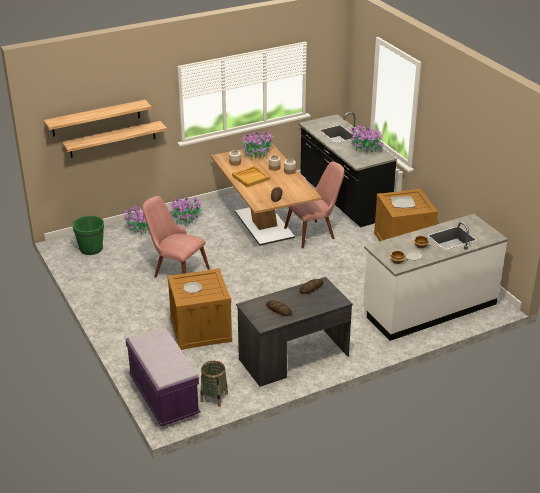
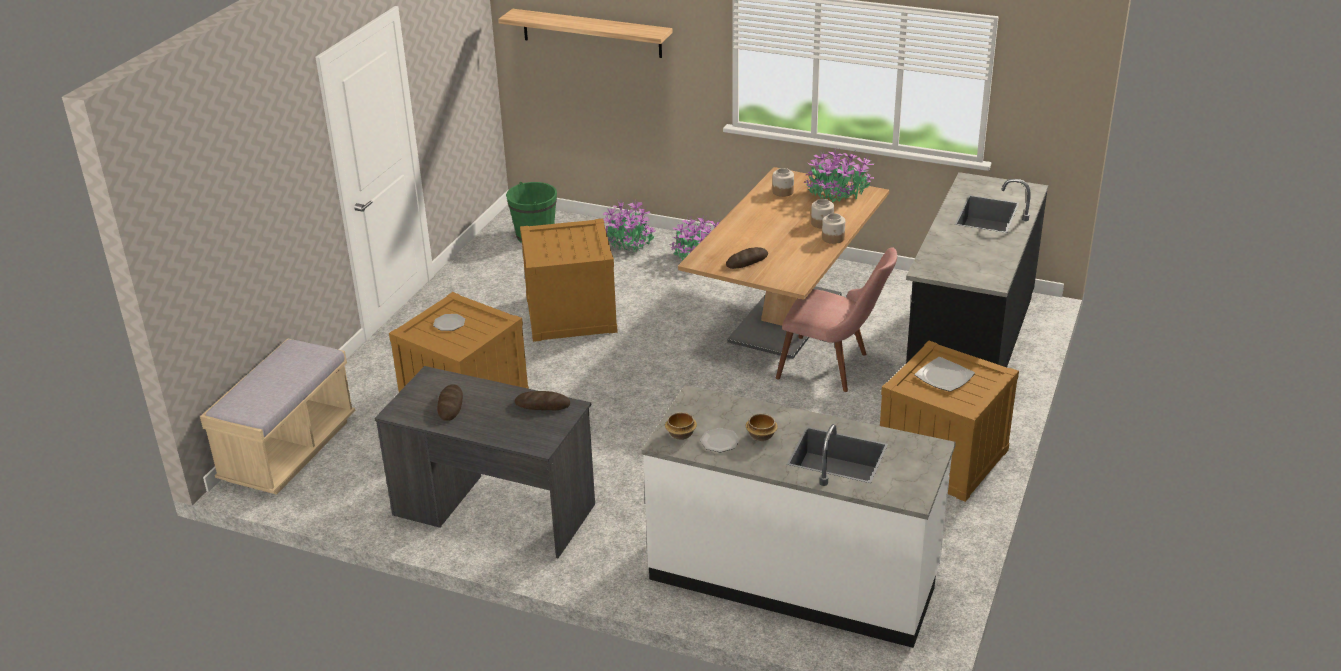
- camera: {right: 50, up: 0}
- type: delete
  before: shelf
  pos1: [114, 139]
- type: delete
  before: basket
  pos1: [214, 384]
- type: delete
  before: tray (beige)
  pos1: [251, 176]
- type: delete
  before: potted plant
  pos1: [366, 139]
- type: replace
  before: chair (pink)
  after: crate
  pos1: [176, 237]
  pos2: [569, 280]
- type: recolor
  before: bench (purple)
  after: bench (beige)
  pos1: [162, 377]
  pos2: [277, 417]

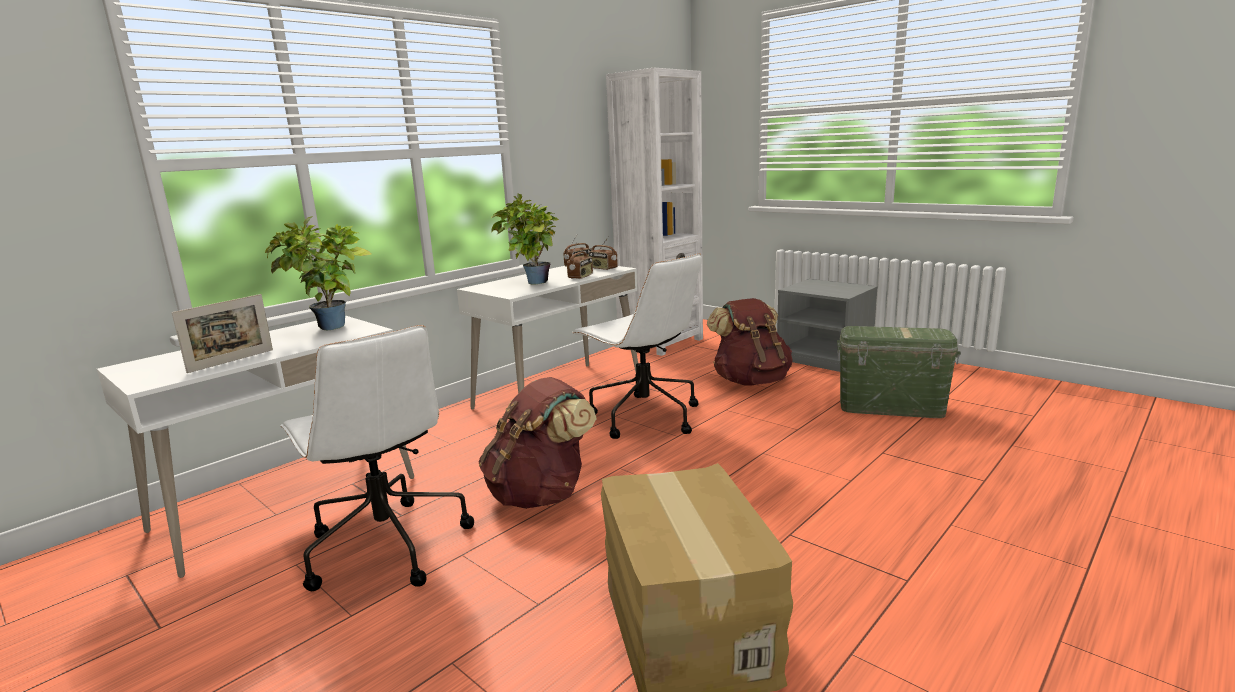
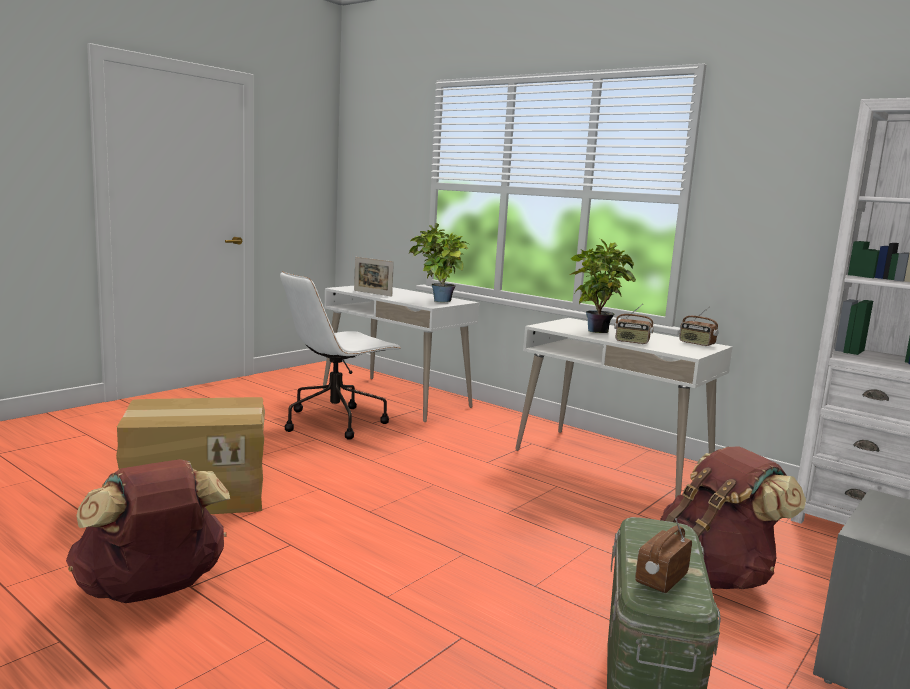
- camera: {right: 85, up: -5}
- type: delete
  before: office chair (white)
  pos1: [637, 346]
- type: move
  before: backpack (brown)
  pos1: [538, 443]
  pos2: [148, 531]
- type: move
  before: radio
  pos1: [603, 253]
  pos2: [663, 555]

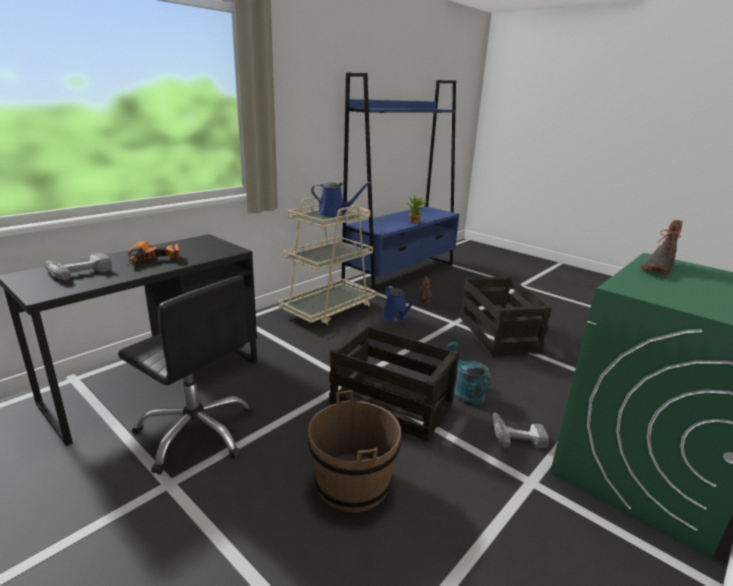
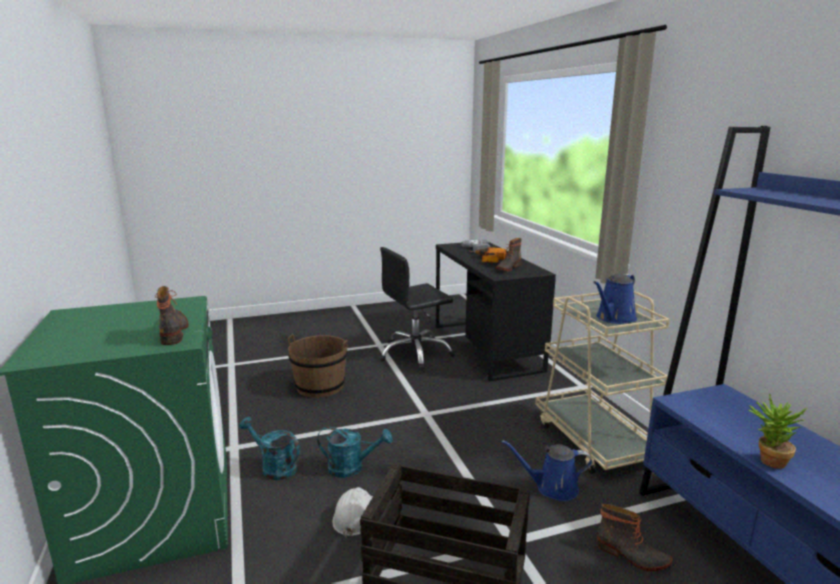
- camera: {right: 120, up: -5}
- type: delete
  before: crate
  pos1: [394, 383]
- type: insert
  after: hard hat (white)
  pos2: [352, 512]
- type: insert
  after: boot
  pos2: [508, 254]
- type: replace
  before: power drill
  after: watering can (turquoise)
  pos1: [521, 430]
  pos2: [269, 448]

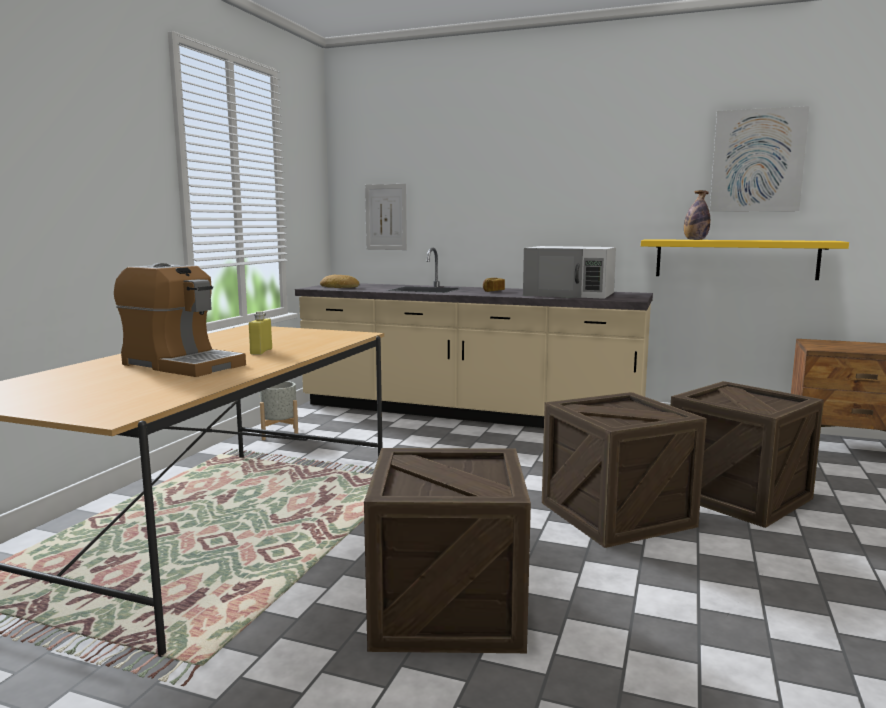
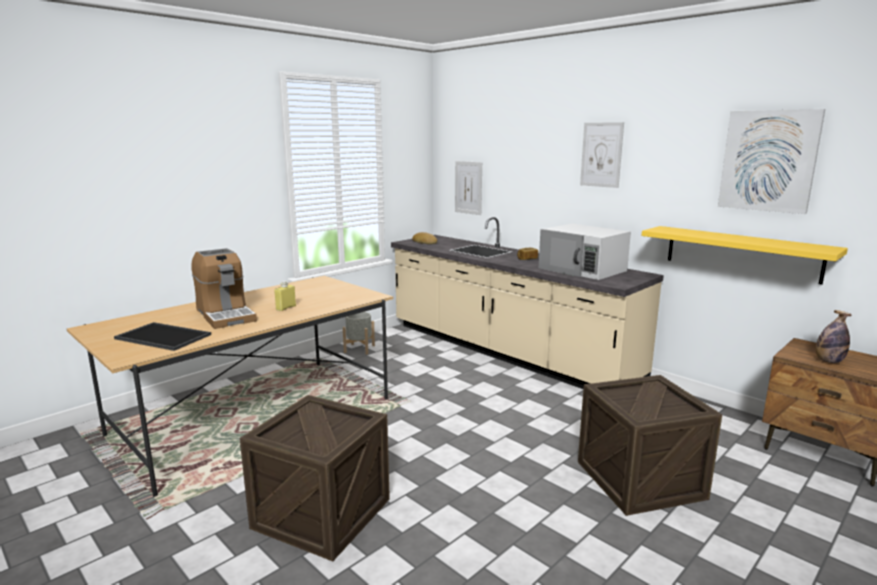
- camera: {right: 25, up: 5}
- type: delete
  before: crate
  pos1: [624, 470]
- type: insert
  after: tray
  pos2: [162, 336]
- type: insert
  after: picture
  pos2: [602, 155]
- type: move
  before: bottle
  pos1: [697, 215]
  pos2: [834, 336]

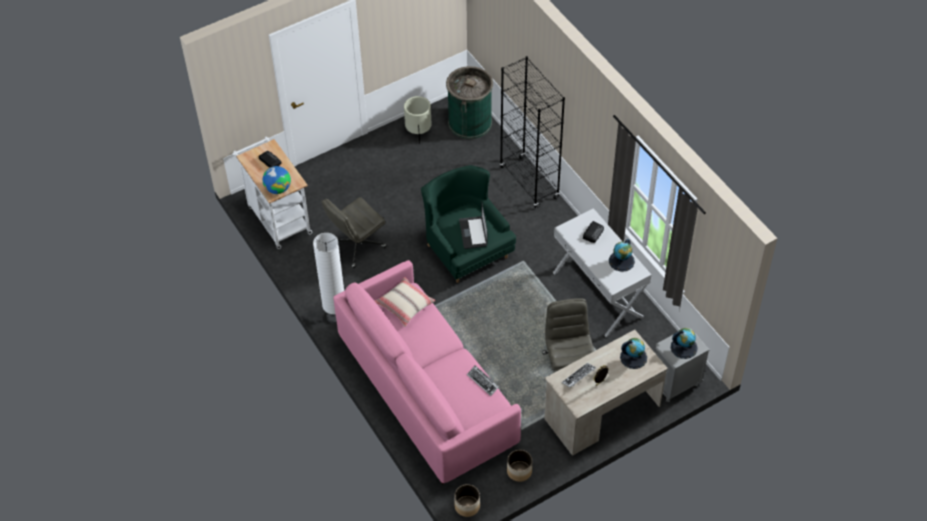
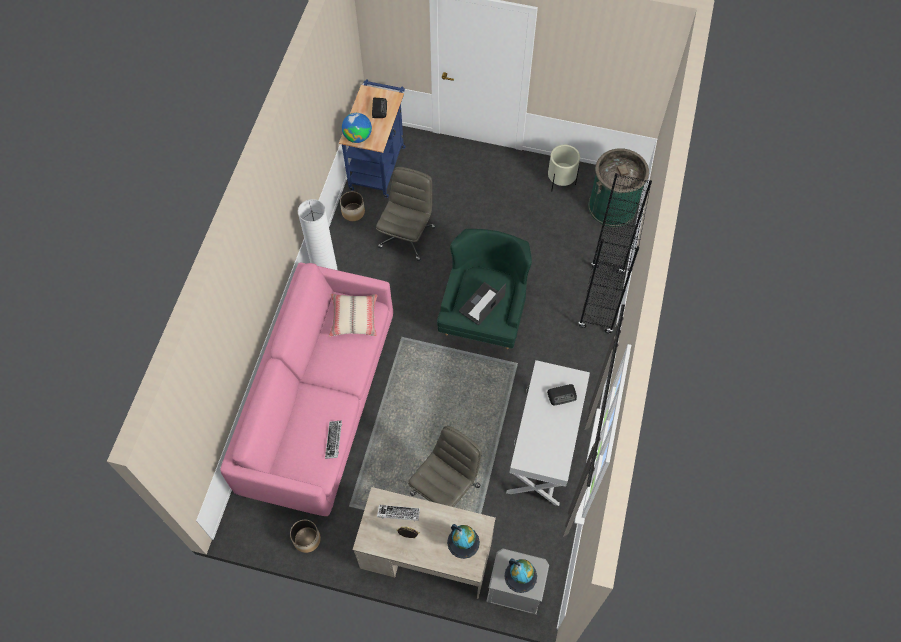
- camera: {right: 45, up: 10}
- type: delete
  before: globe
  pos1: [622, 255]
- type: move
  before: planter
  pos1: [467, 500]
  pos2: [352, 206]
- type: recolor
  before: cart (white)
  after: cart (blue)
  pos1: [272, 192]
  pos2: [372, 138]
- type: rotate
  before: office chair (grey)
  pos1: [353, 232]
  pos2: [406, 214]
  turn: 105

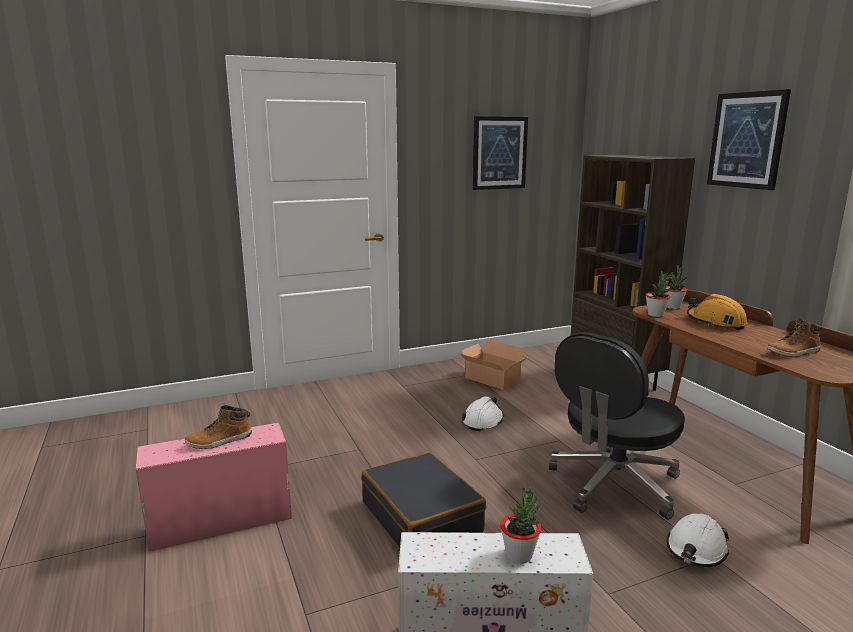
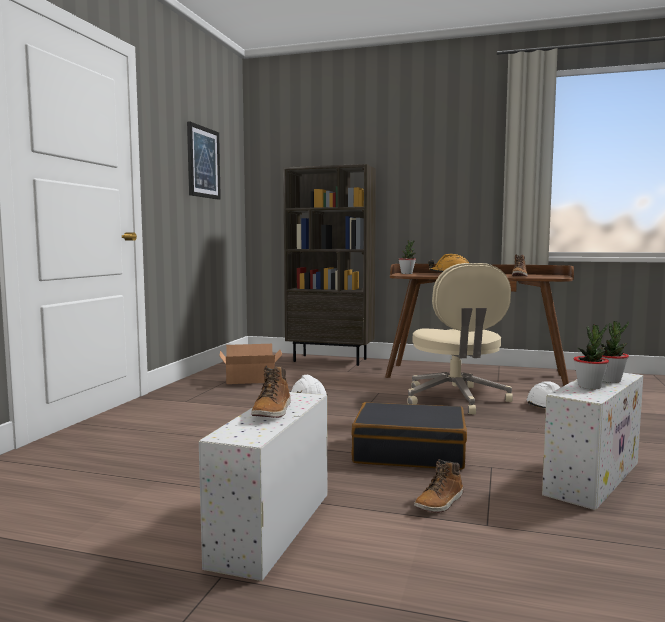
- camera: {right: -50, up: -10}
- type: delete
  before: picture
  pos1: [749, 139]
- type: insert
  after: boot
  pos2: [438, 486]
- type: move
  before: potted plant
  pos1: [659, 294]
  pos2: [591, 356]
- type: recolor
  before: storage box (pink)
  after: storage box (white)
  pos1: [214, 487]
  pos2: [263, 486]
- type: recolor
  before: office chair (black)
  after: office chair (beige)
  pos1: [617, 426]
  pos2: [460, 338]

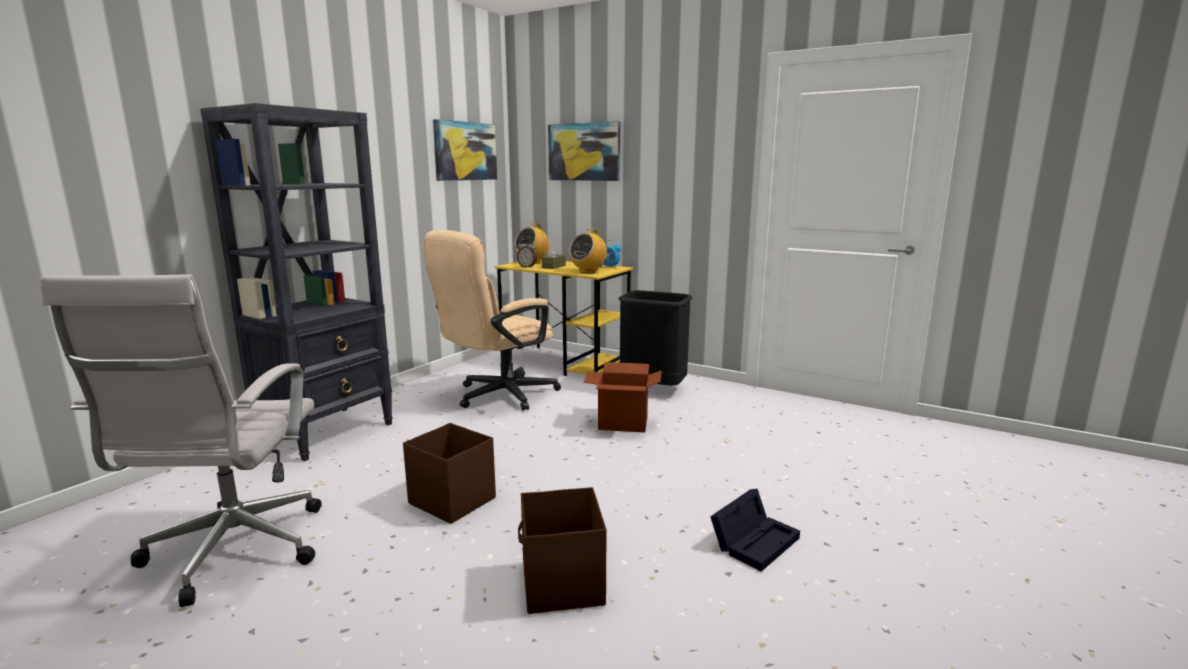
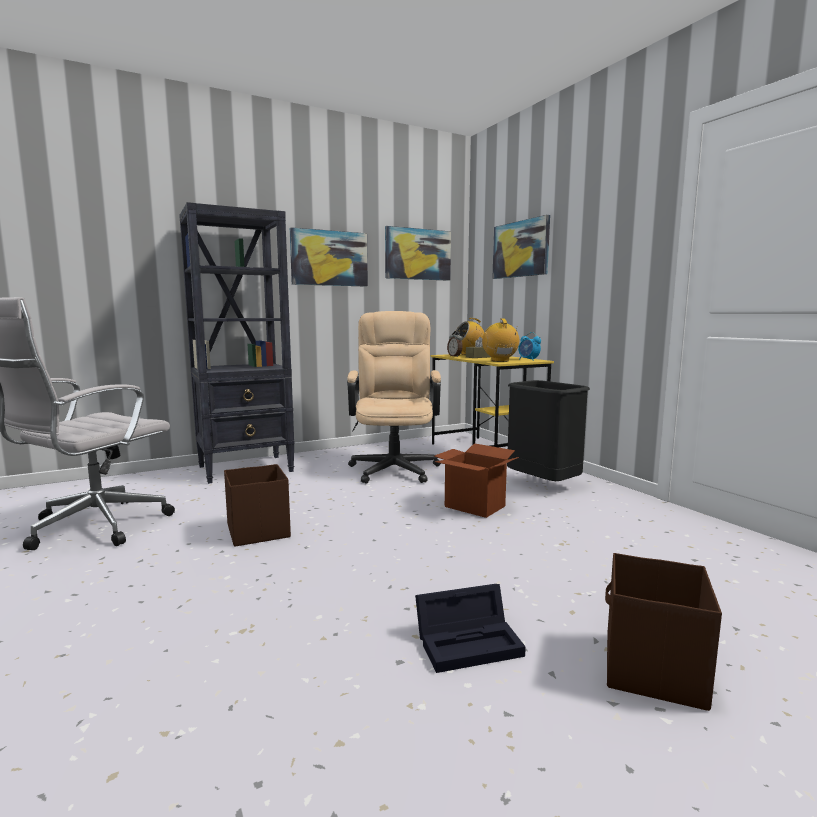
- camera: {right: 30, up: -5}
- type: insert
  after: picture
  pos2: [329, 257]
- type: move
  before: storage box (brown)
  pos1: [562, 550]
  pos2: [663, 632]
- type: rotate
  before: office chair (beige)
  pos1: [492, 320]
  pos2: [394, 397]
  turn: 105
- type: rotate
  before: radio
  pos1: [588, 250]
  pos2: [500, 340]
  turn: 105

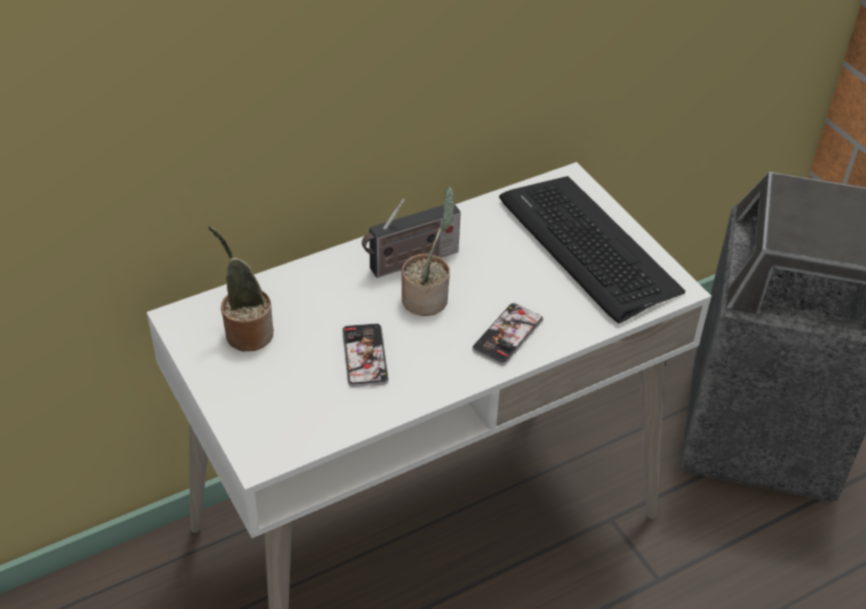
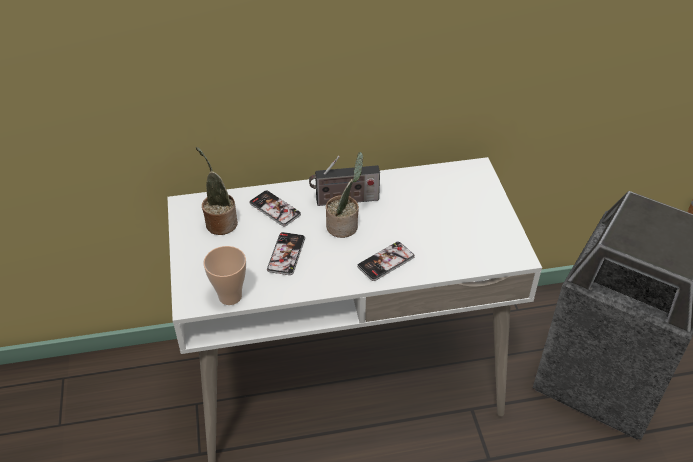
- camera: {right: 20, up: 0}
- type: delete
  before: keyboard
  pos1: [592, 250]
- type: insert
  after: cup
  pos2: [224, 275]
- type: insert
  after: phone
  pos2: [275, 208]

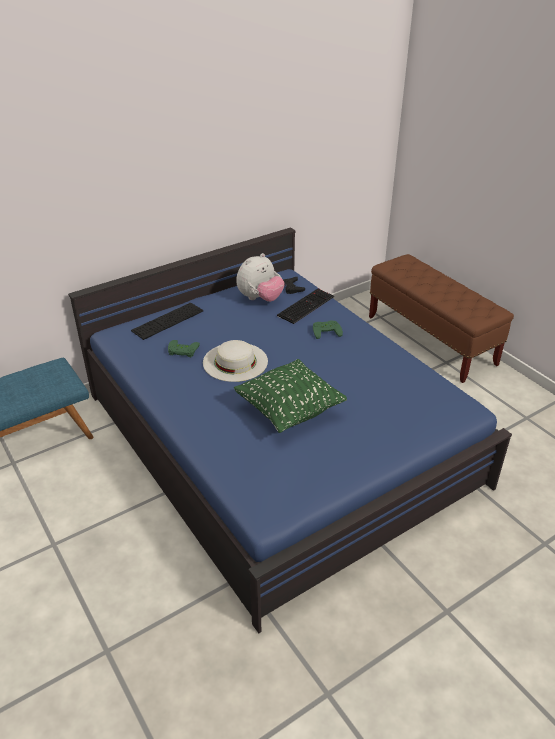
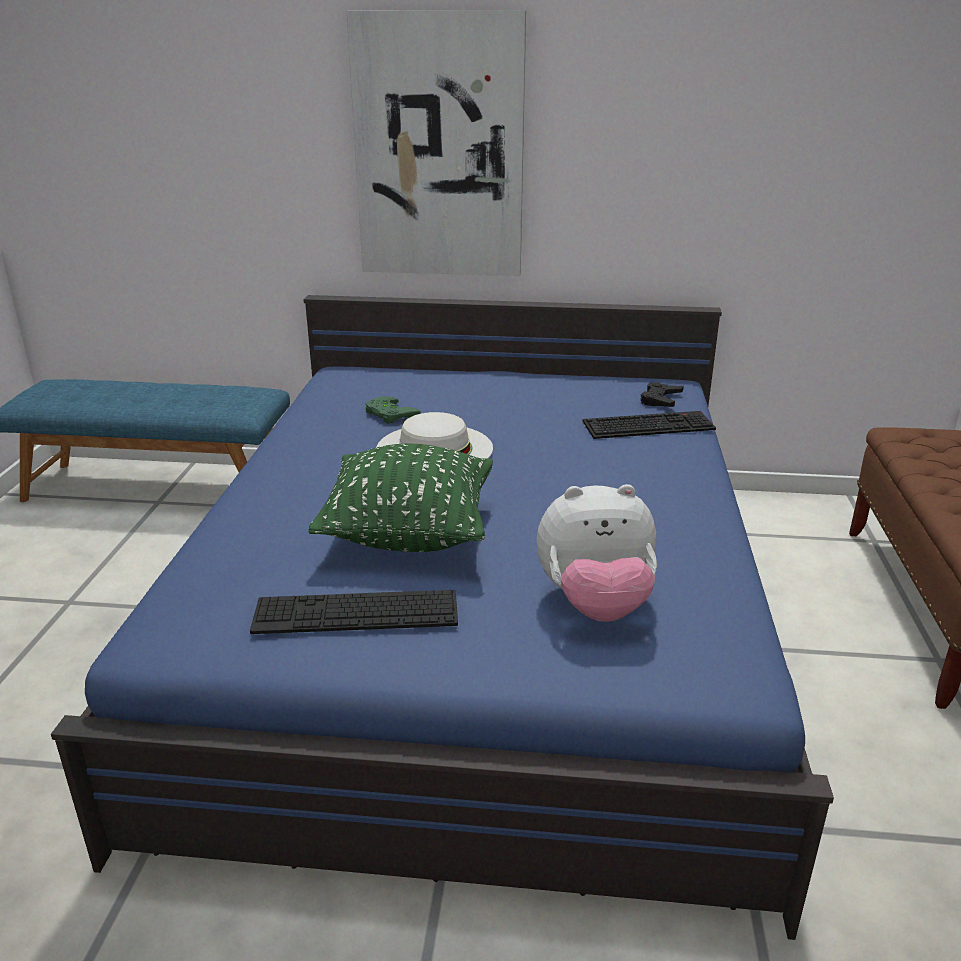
- camera: {right: 40, up: -10}
- type: delete
  before: game controller (green)
  pos1: [328, 330]
- type: insert
  after: picture
  pos2: [436, 143]
- type: move
  before: keyboard
  pos1: [167, 321]
  pos2: [354, 612]
- type: move
  before: plush toy
  pos1: [260, 277]
  pos2: [597, 553]

